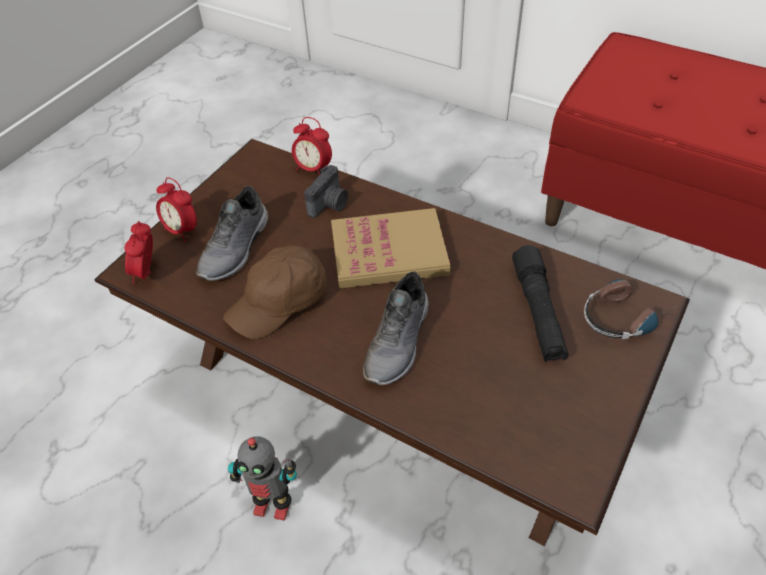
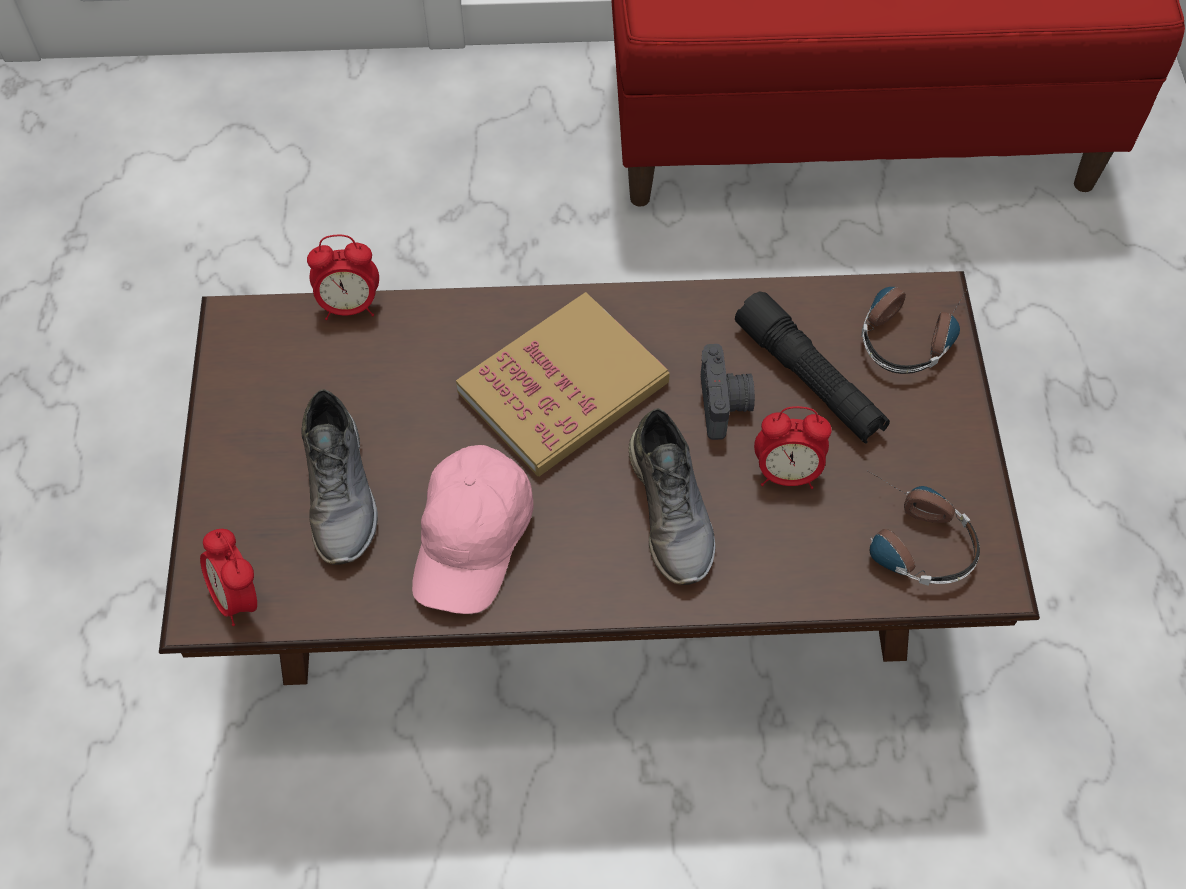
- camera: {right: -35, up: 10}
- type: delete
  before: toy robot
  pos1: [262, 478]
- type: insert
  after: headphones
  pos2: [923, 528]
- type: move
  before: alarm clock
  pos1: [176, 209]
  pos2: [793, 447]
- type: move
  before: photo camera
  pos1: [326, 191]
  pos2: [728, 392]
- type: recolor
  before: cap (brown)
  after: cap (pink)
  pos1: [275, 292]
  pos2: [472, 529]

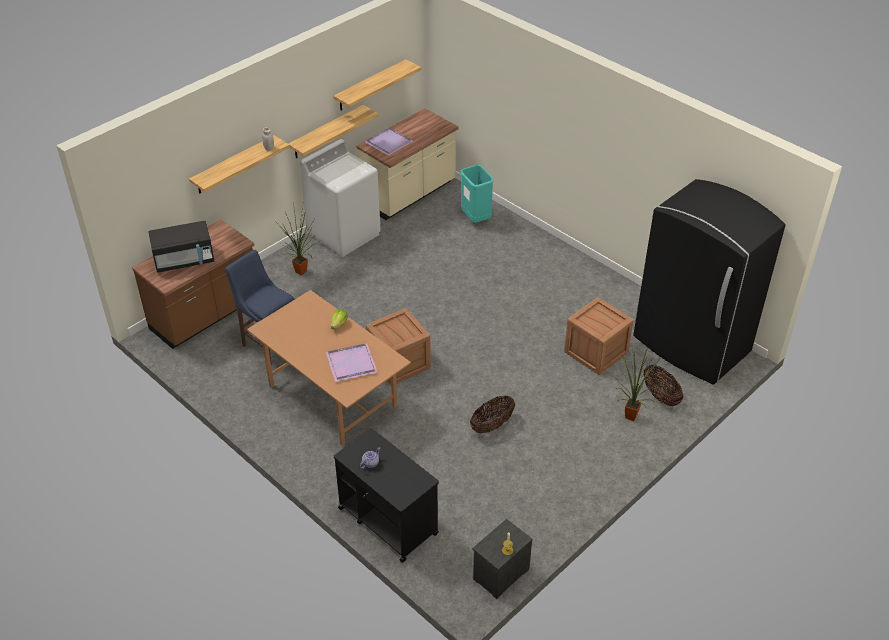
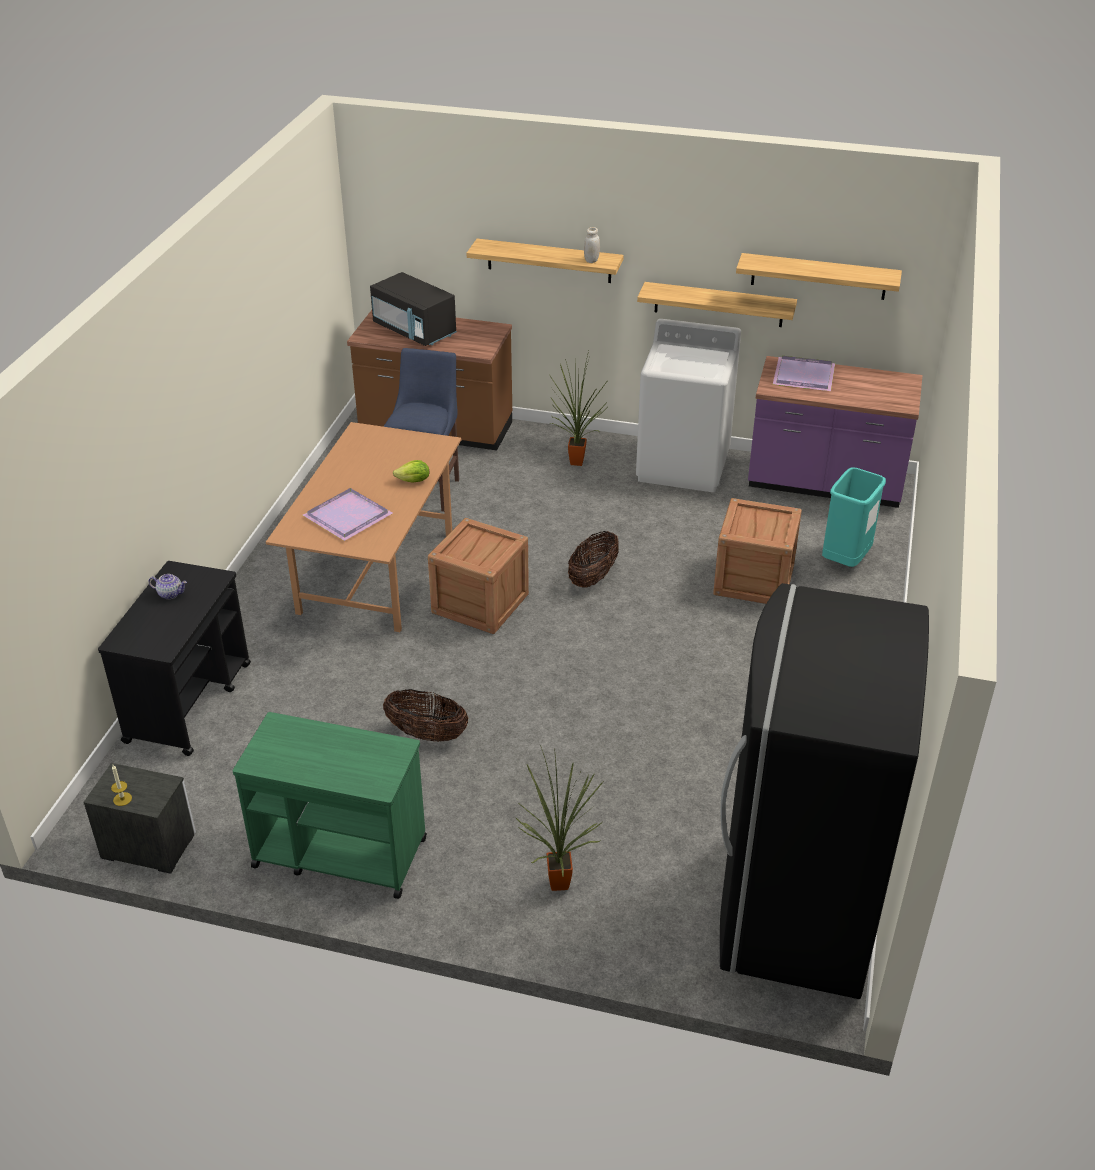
- camera: {right: 60, up: -5}
- type: insert
  after: cart (green)
  pos2: [330, 805]
- type: move
  before: crate
  pos1: [599, 336]
  pos2: [757, 551]
- type: move
  before: basket
  pos1: [663, 385]
  pos2: [593, 559]
- type: recolor
  before: counter (beige)
  after: counter (purple)
  pos1: [407, 164]
  pos2: [835, 432]

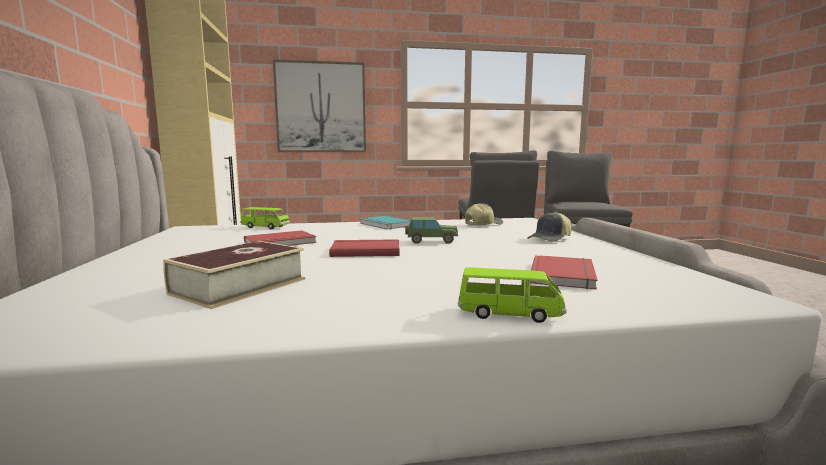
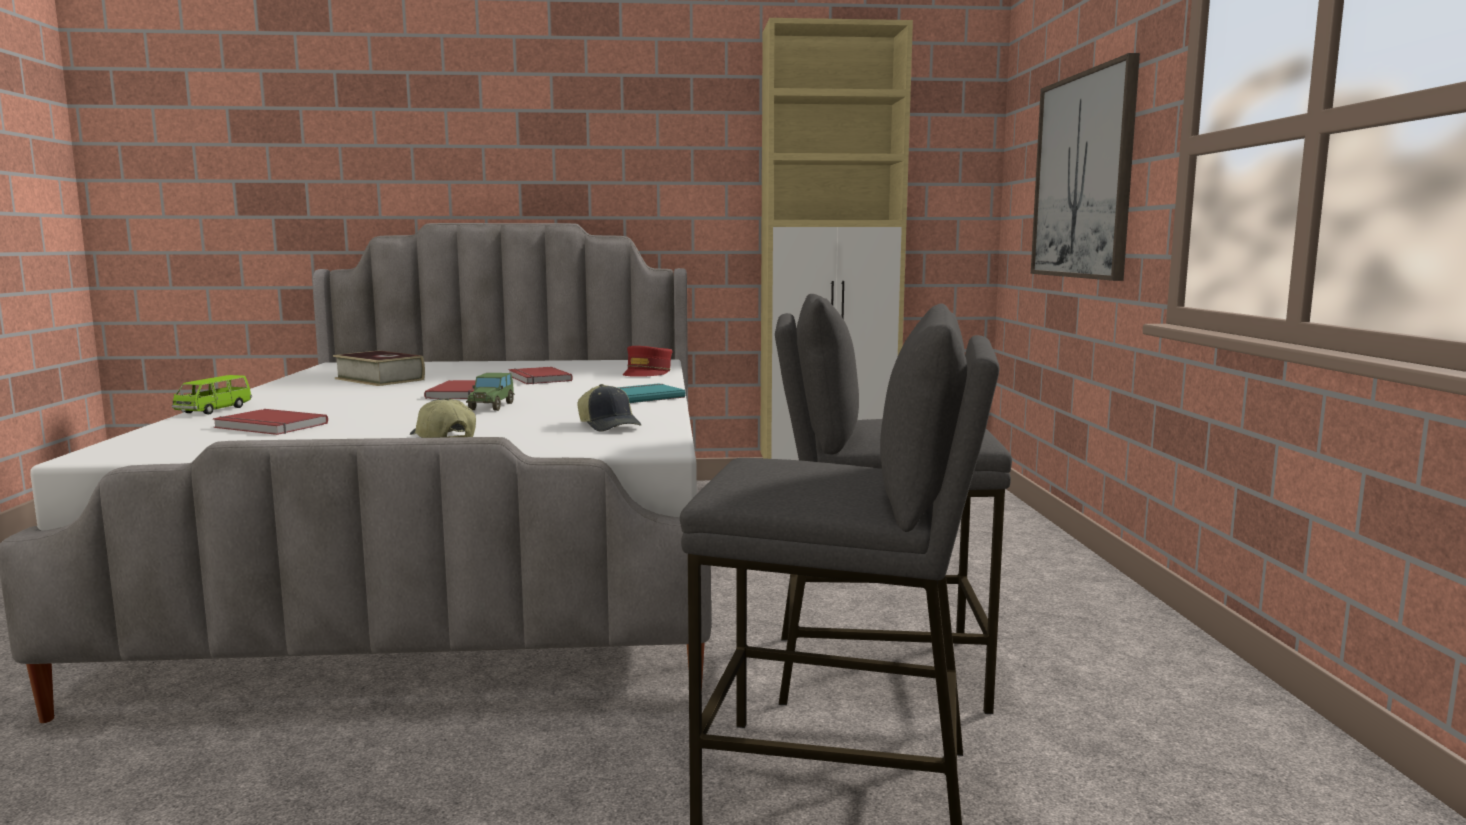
- camera: {right: 95, up: 0}
- type: replace
  before: toy car (green)
  after: cap (red)
  pos1: [265, 218]
  pos2: [647, 361]

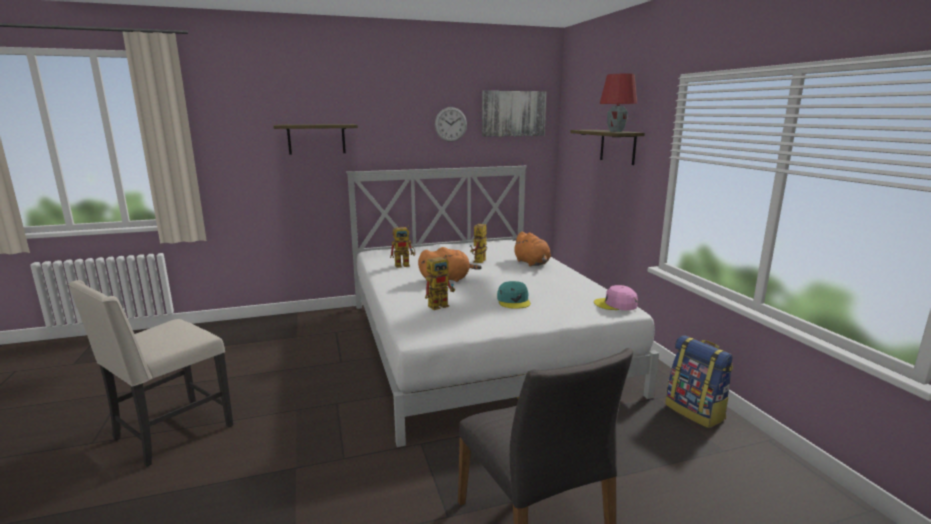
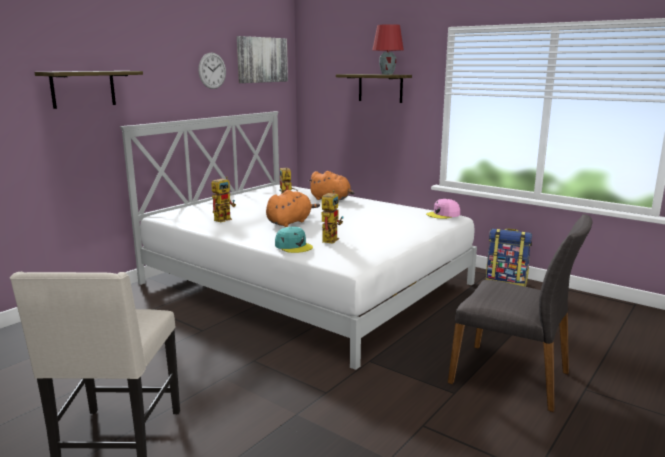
- camera: {right: -35, up: 0}
- type: move
  before: cap (turquoise)
  pos1: [514, 295]
  pos2: [294, 240]

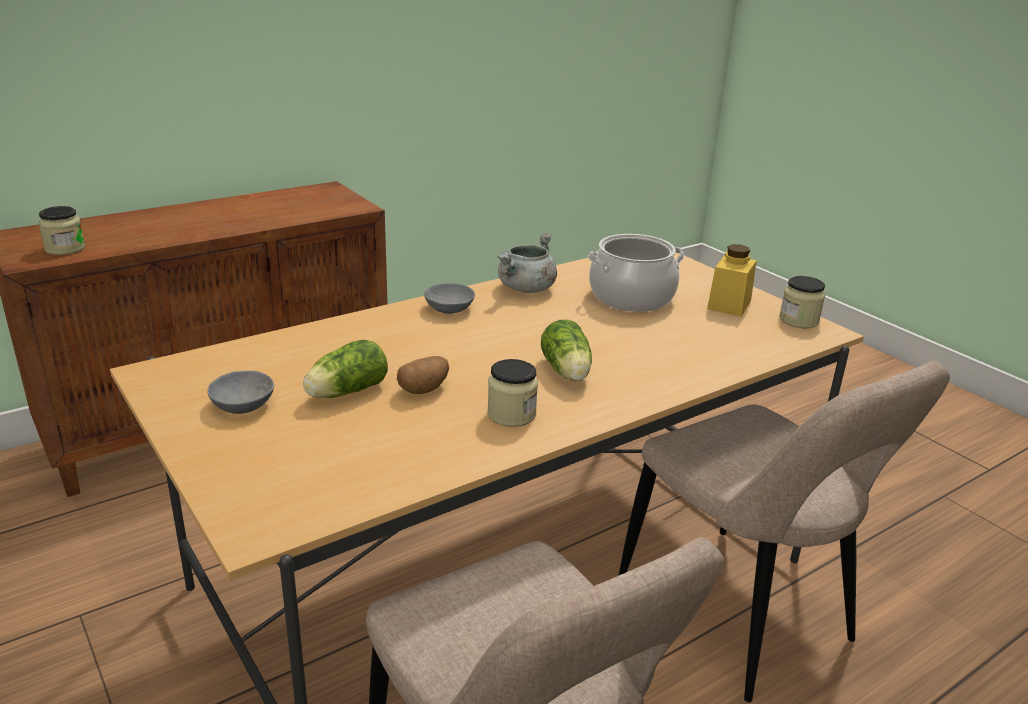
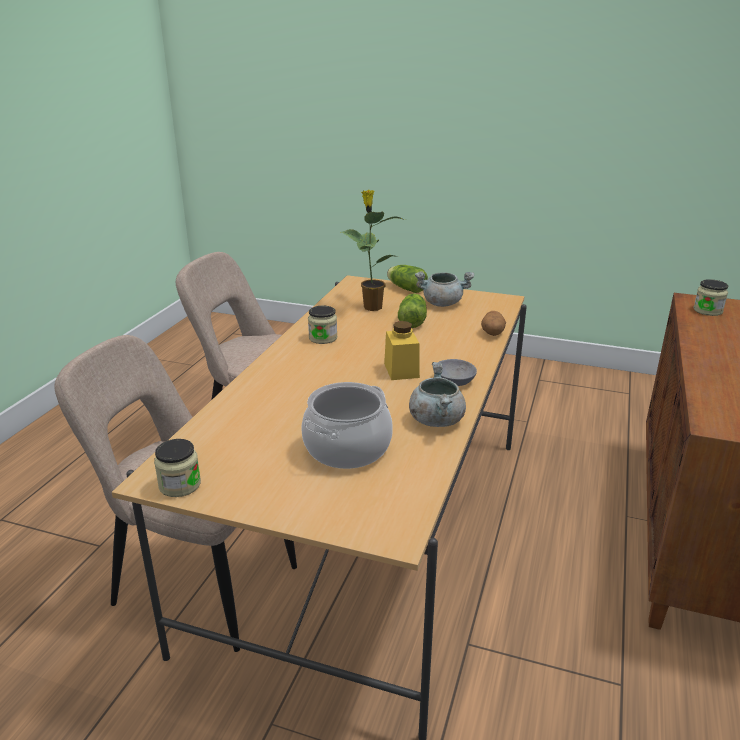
- camera: {right: 145, up: 0}
- type: insert
  after: potted plant
  pos2: [373, 250]
- type: move
  before: potato
  pos1: [423, 375]
  pos2: [493, 323]
- type: move
  before: lettuce
  pos1: [566, 350]
  pos2: [407, 279]
- type: move
  before: jar (yellow)
  pos1: [732, 280]
  pos2: [402, 350]
- type: replace
  before: bowl (grey)
  after: cooking pot (grey)
  pos1: [240, 392]
  pos2: [445, 289]

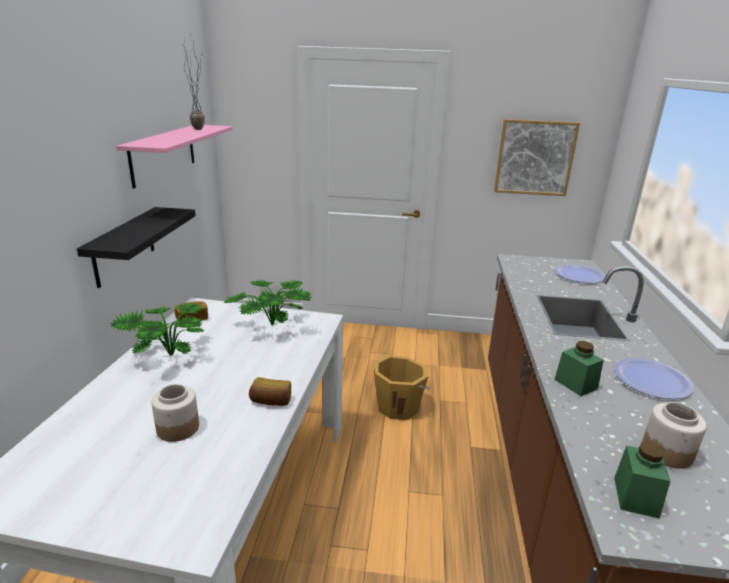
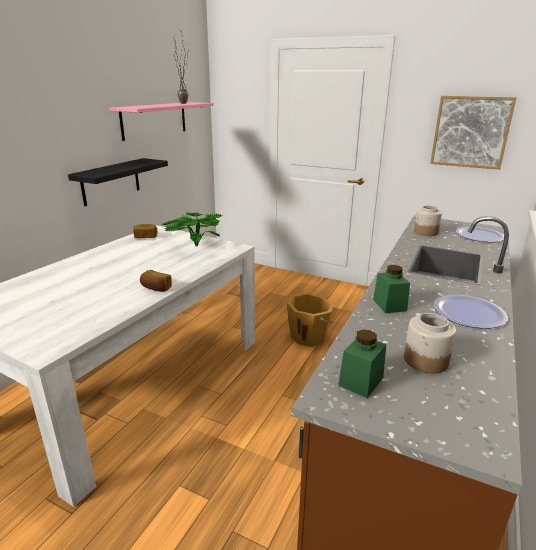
- camera: {right: 20, up: 0}
- type: delete
  before: potted plant
  pos1: [157, 328]
- type: move
  before: jar
  pos1: [175, 413]
  pos2: [428, 221]

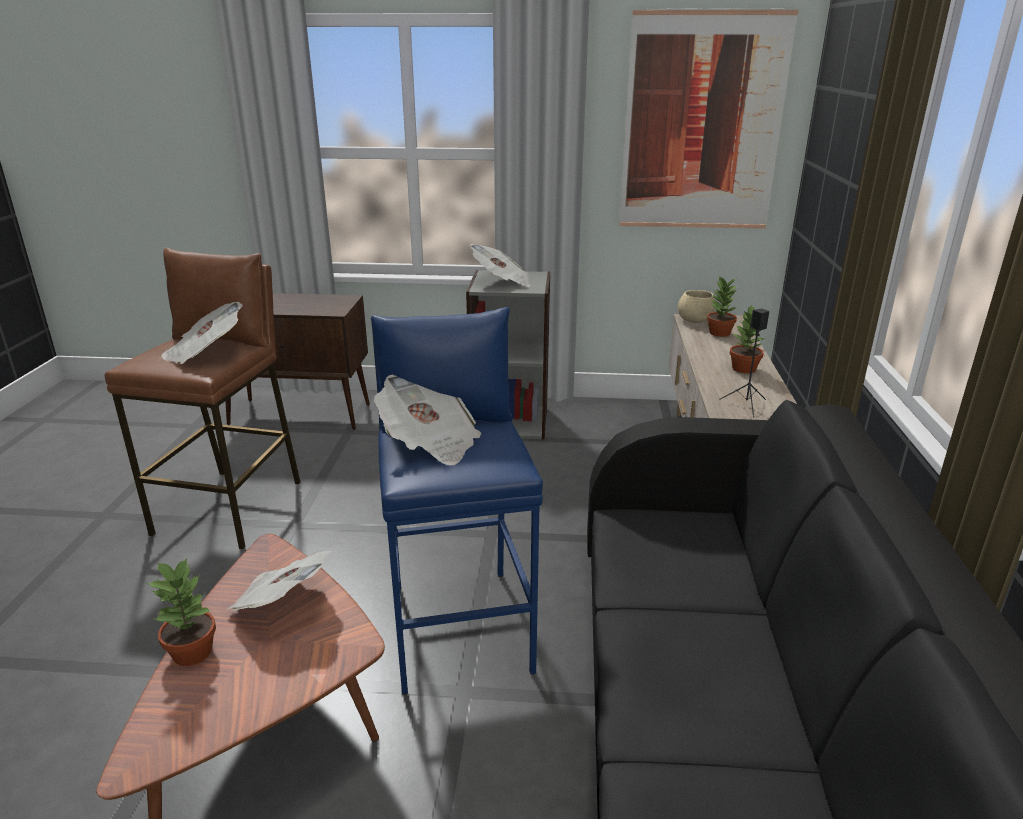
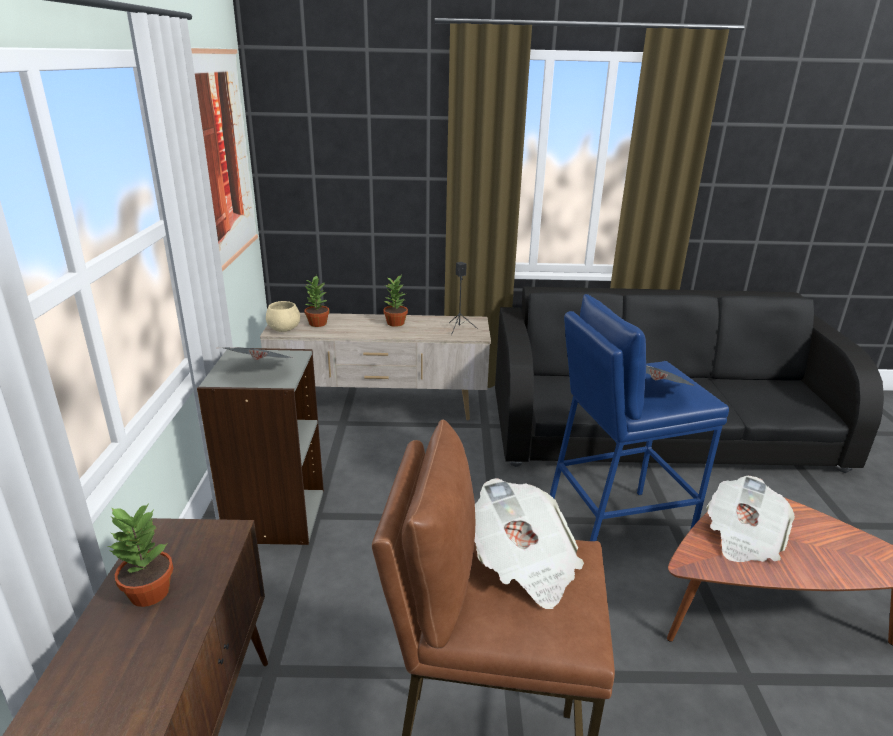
- camera: {right: -95, up: 0}
- type: move
  before: potted plant
  pos1: [181, 612]
  pos2: [140, 556]

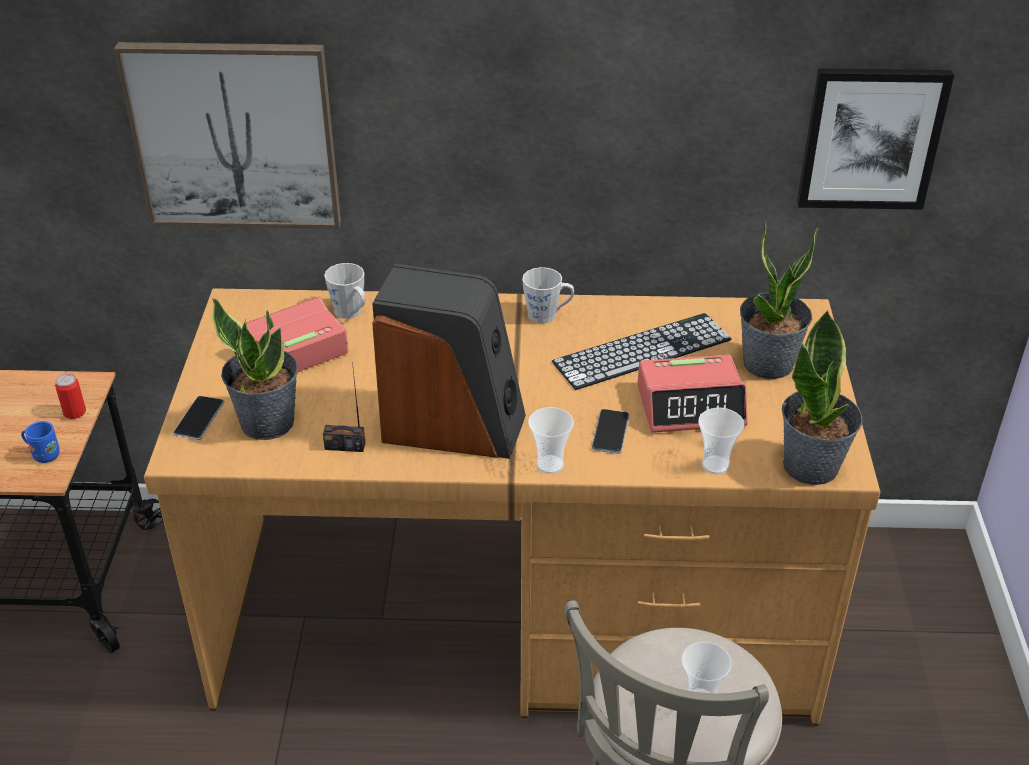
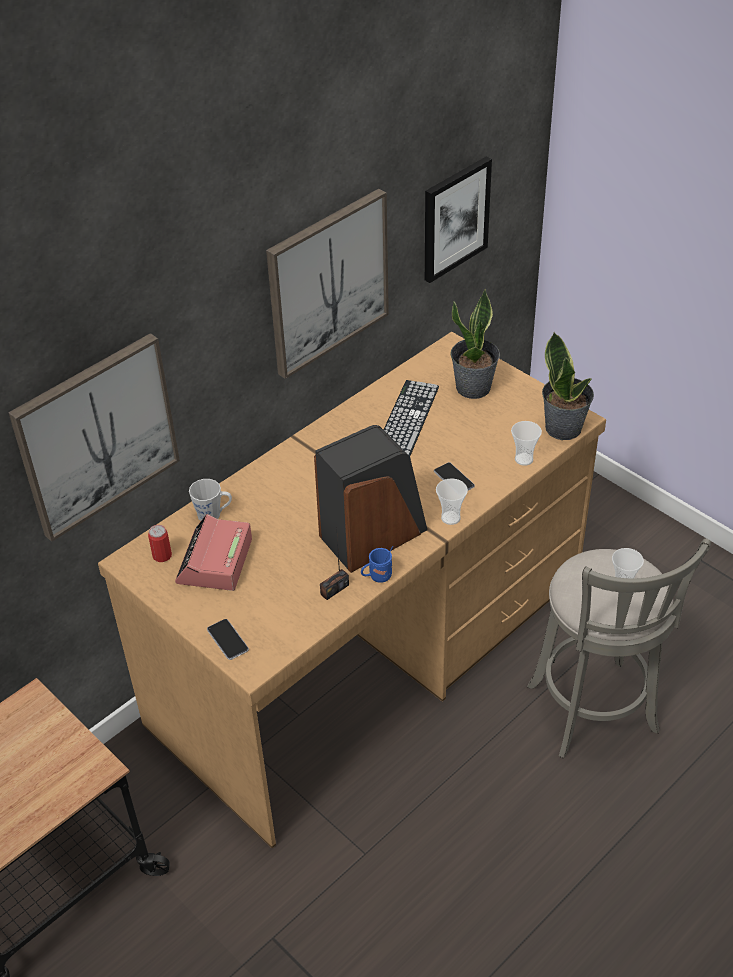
- camera: {right: -45, up: 5}
- type: delete
  before: potted plant
  pos1: [255, 369]
- type: delete
  before: mug (grey)
  pos1: [548, 295]
- type: delete
  before: alarm clock
  pos1: [692, 394]
- type: insert
  after: picture
  pos2: [327, 284]
- type: move
  before: mug (blue)
  pos1: [40, 442]
  pos2: [377, 564]
- type: move
  before: can
  pos1: [70, 396]
  pos2: [160, 543]

